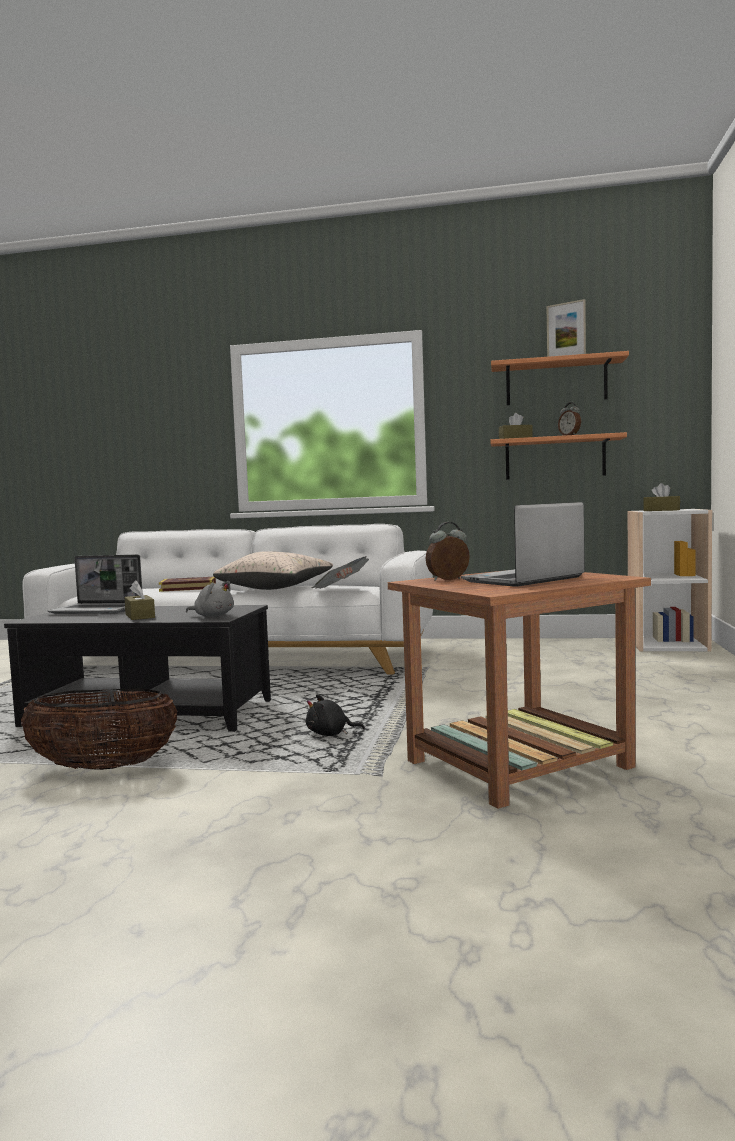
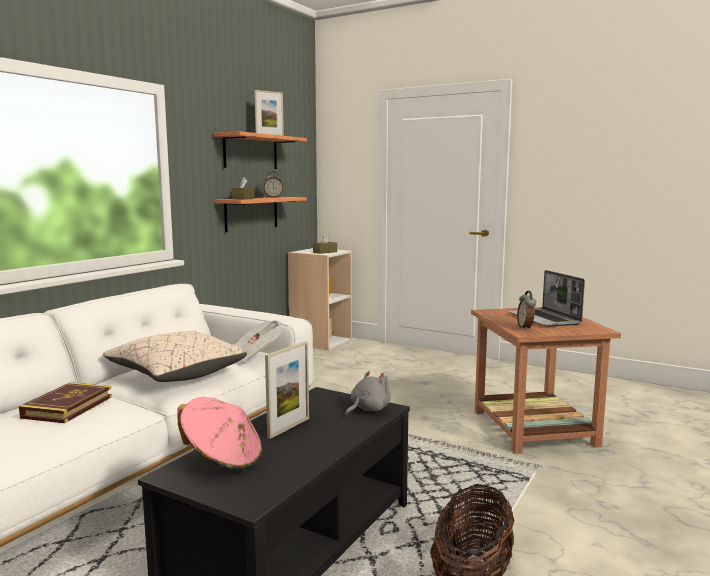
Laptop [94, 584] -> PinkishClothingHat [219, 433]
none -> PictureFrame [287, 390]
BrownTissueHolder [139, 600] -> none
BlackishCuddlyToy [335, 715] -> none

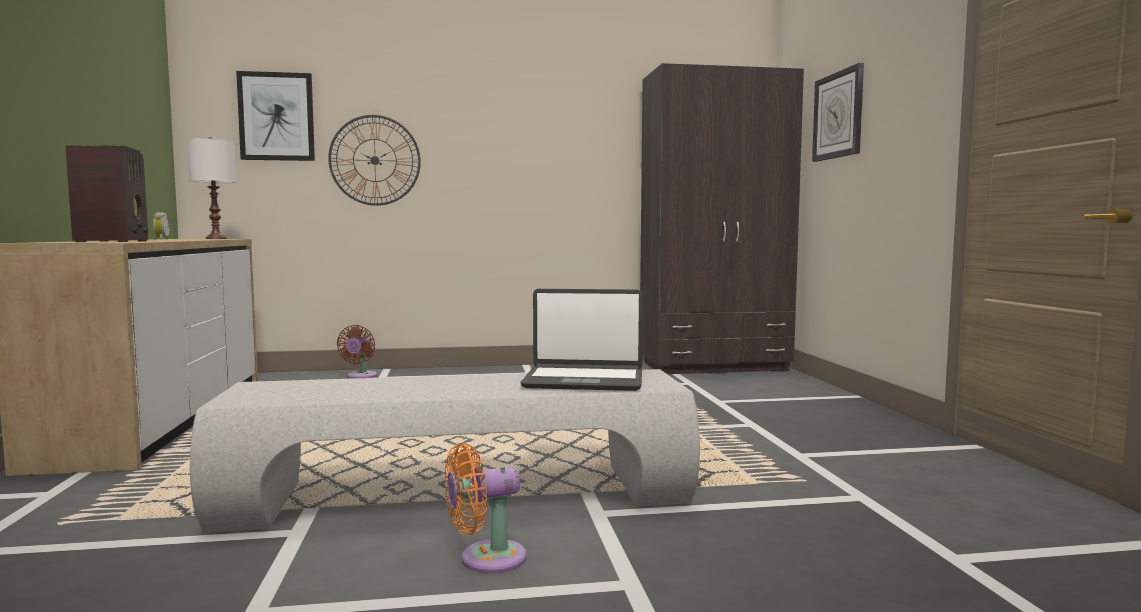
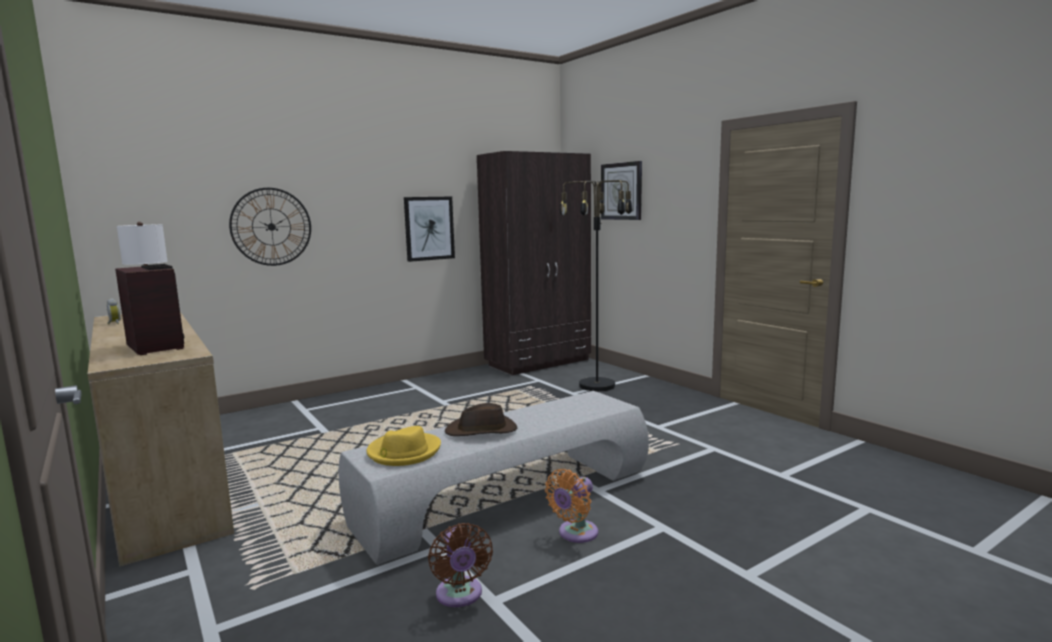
none -> YellowColouredClothingHat [403, 446]
WallArt [275, 116] -> WallArt [429, 229], moved
BrownFan [357, 352] -> BrownFan [460, 565], moved
none -> BrownClothingHat [480, 419]
none -> StandingLamp [596, 285]
Laptop [581, 340] -> none

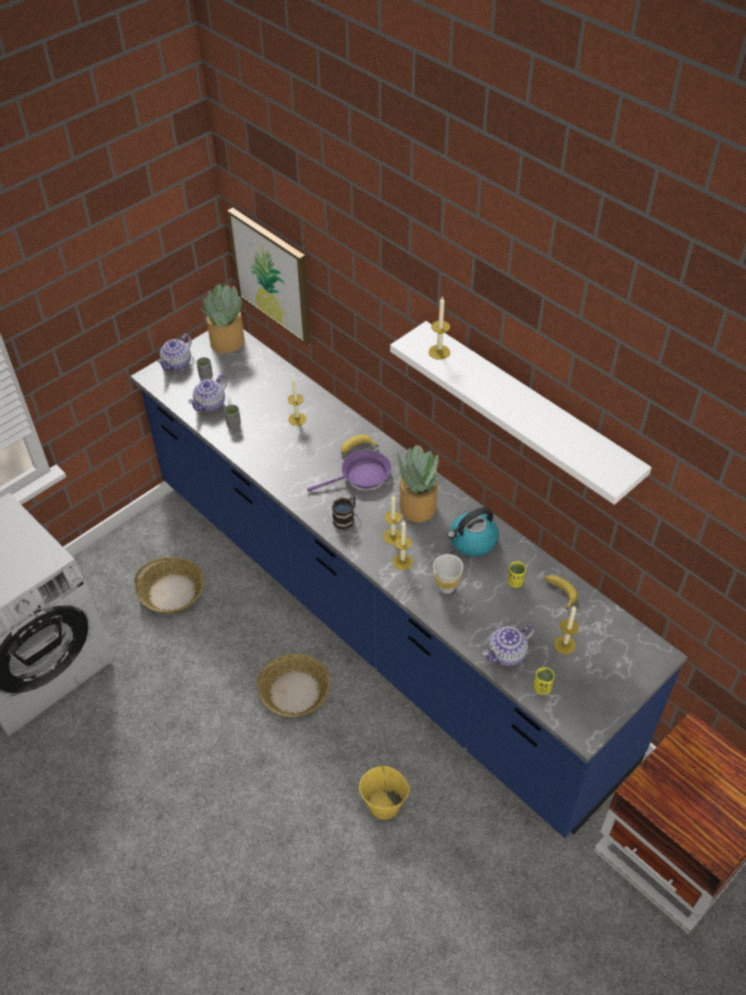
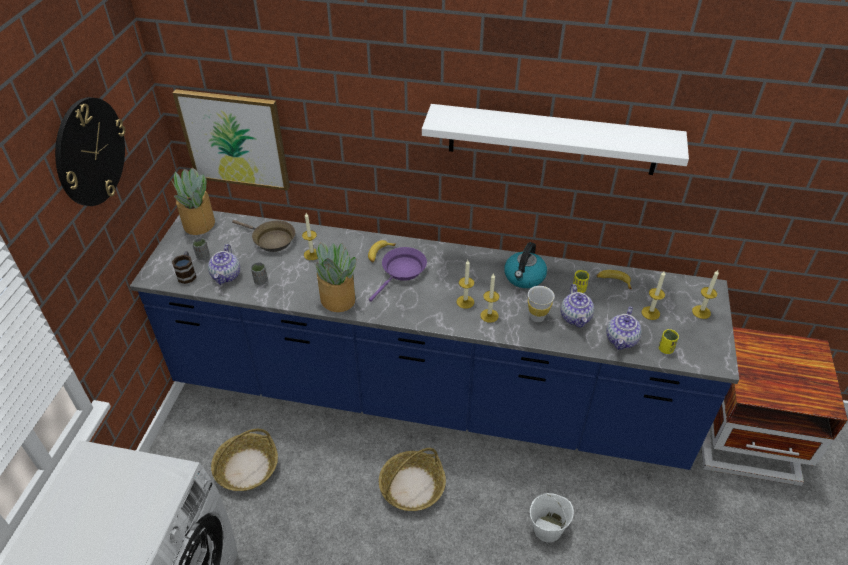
none -> ClockOnTheWall [90, 151]
Mug [344, 512] -> Mug [184, 267], moved
none -> BrownPan [263, 236]
PlantInAPot [418, 483] -> PlantInAPot [334, 277], moved
YellowColouredBucket [384, 792] -> WhitishBucket [552, 517]
PotForTea [174, 352] -> PotForTea [577, 306], moved
WaxLight [439, 328] -> WaxLight [705, 294], moved

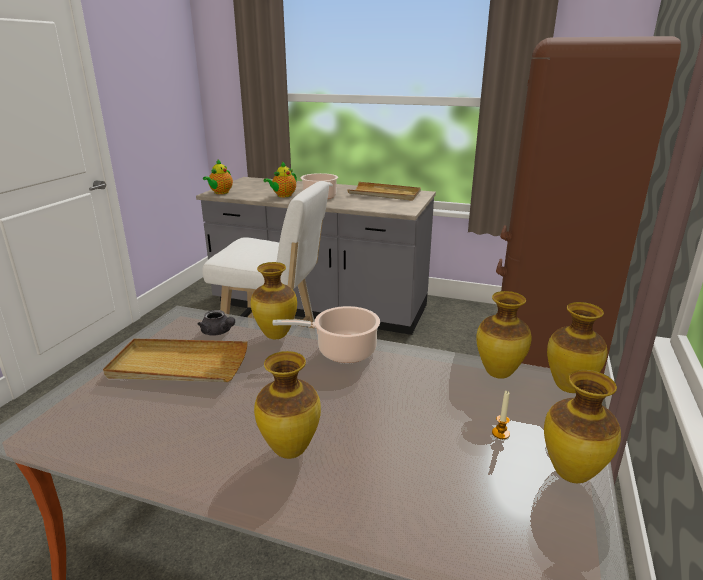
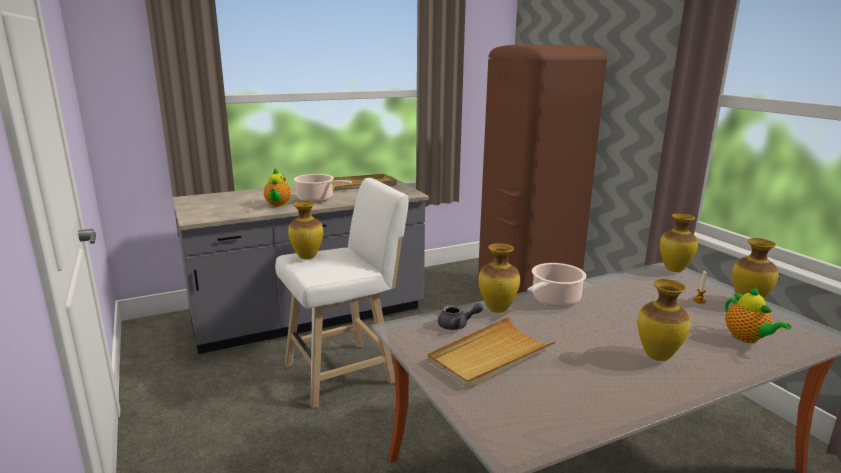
Vase [504, 335] -> Vase [305, 230], moved
PotForTea [218, 177] -> PotForTea [758, 315], moved

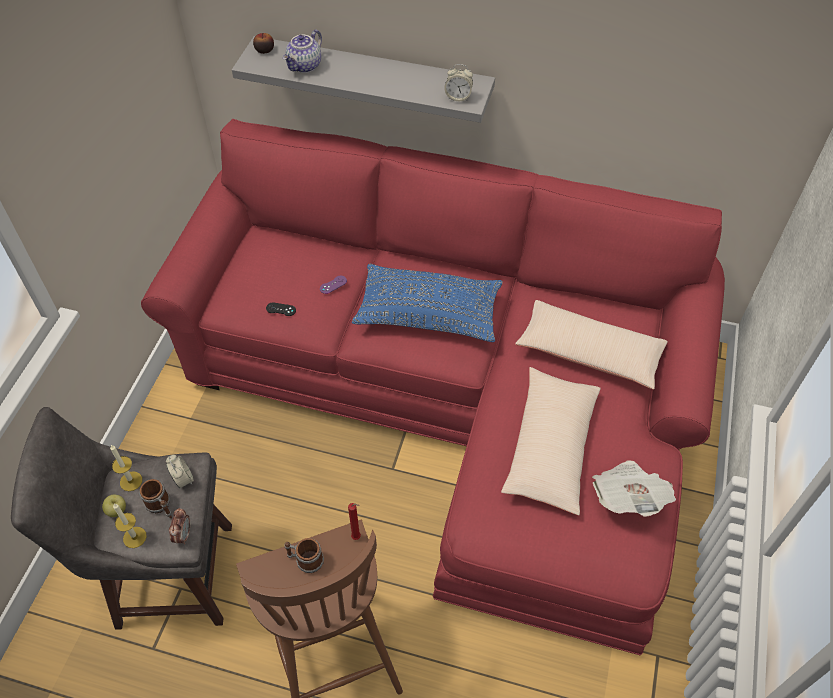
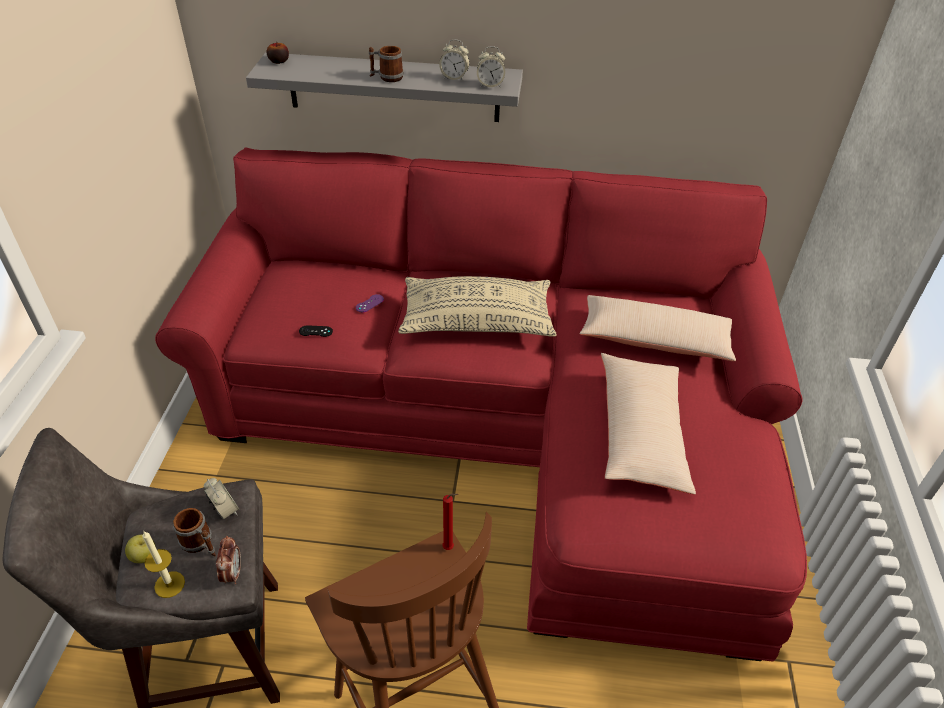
Mug [304, 555] -> Mug [386, 64], moved
BluishThrowPillow [427, 303] -> BeigeColouredThrowPillow [477, 306]
none -> AlarmClock [454, 60]
WaxLight [126, 468] -> none
PotForTea [302, 51] -> none
Newspaper [634, 488] -> none

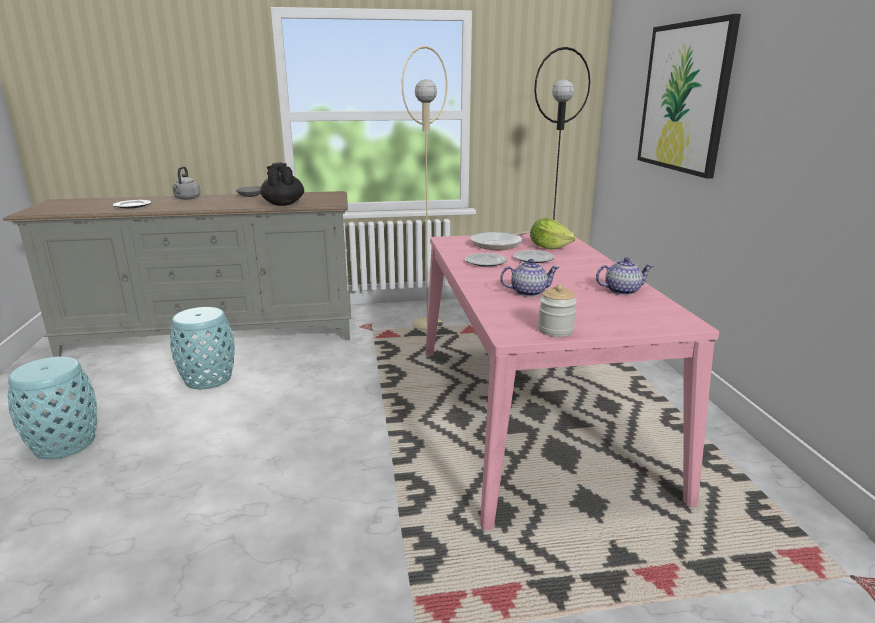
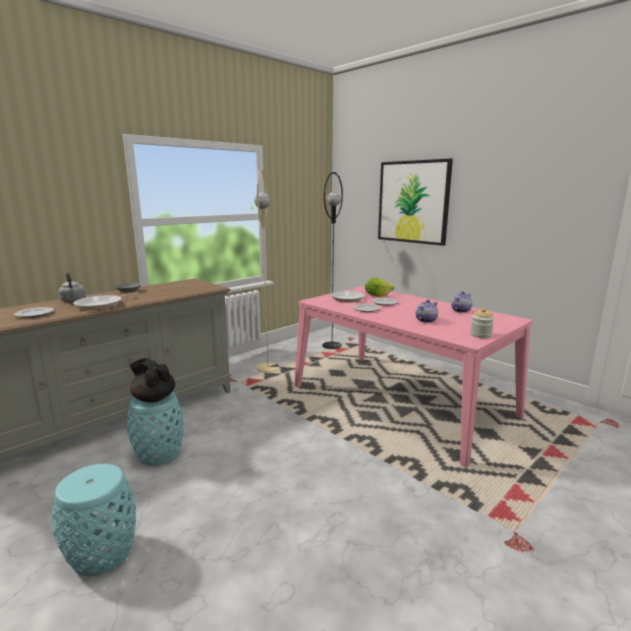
none -> Pan [105, 301]
BlackishPotForTea [282, 184] -> BlackishPotForTea [152, 380], moved

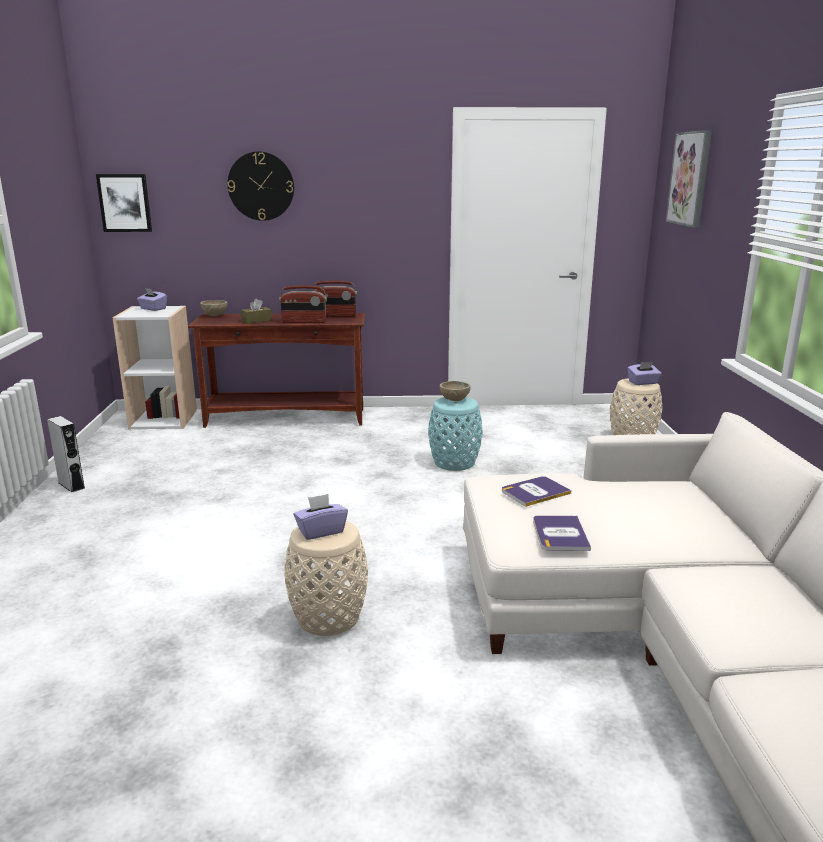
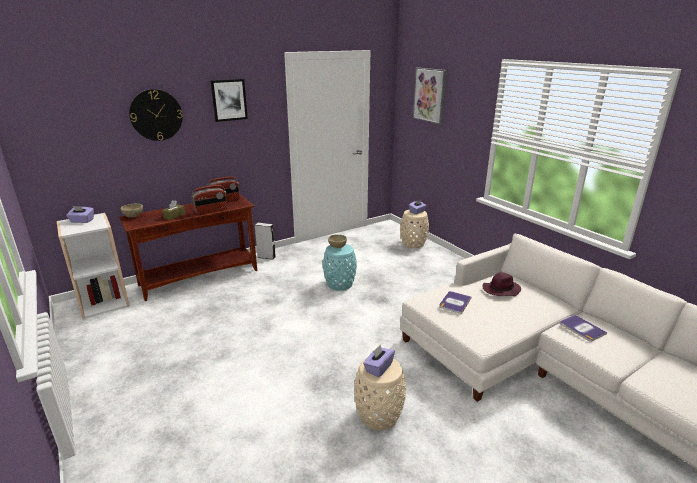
WallArt [124, 203] -> WallArt [229, 100], moved
GreySpeaker [66, 454] -> GreySpeaker [265, 241], moved
none -> PurplishClothingHat [501, 284]
BoundBook [562, 533] -> BoundBook [583, 328], moved

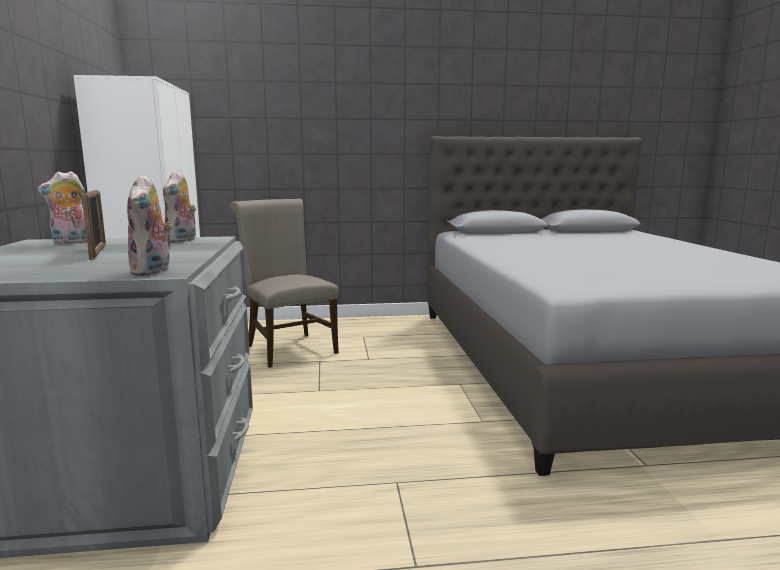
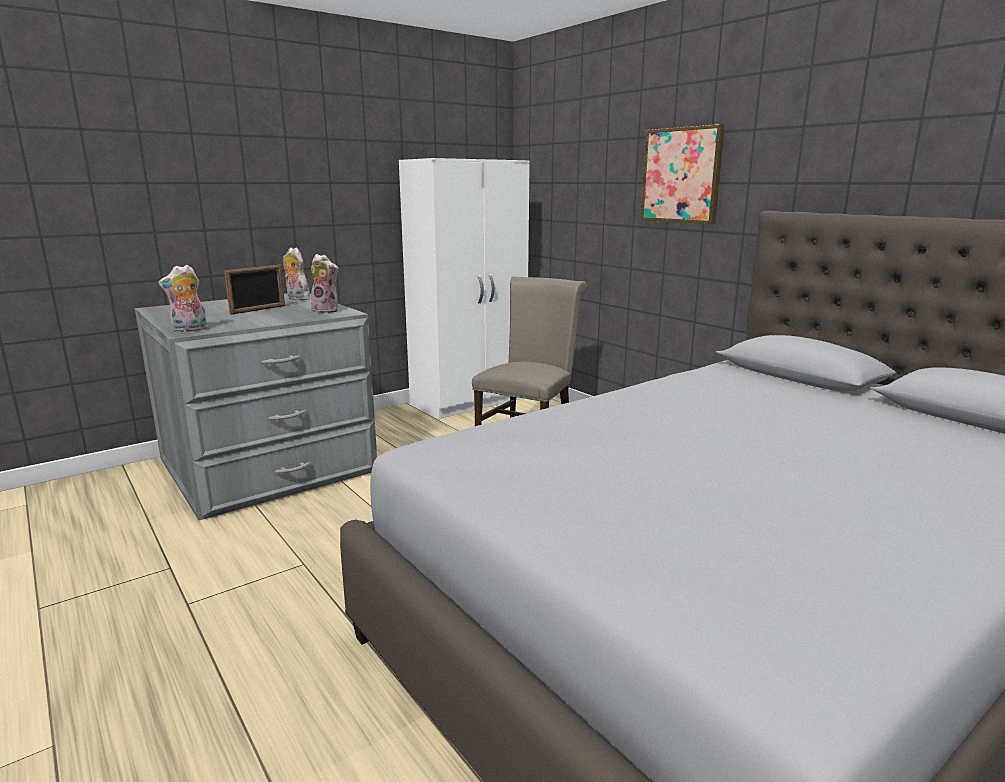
CuddlyToy [179, 207] -> CuddlyToy [325, 283], 135 degrees counterclockwise
none -> WallArt [682, 174]

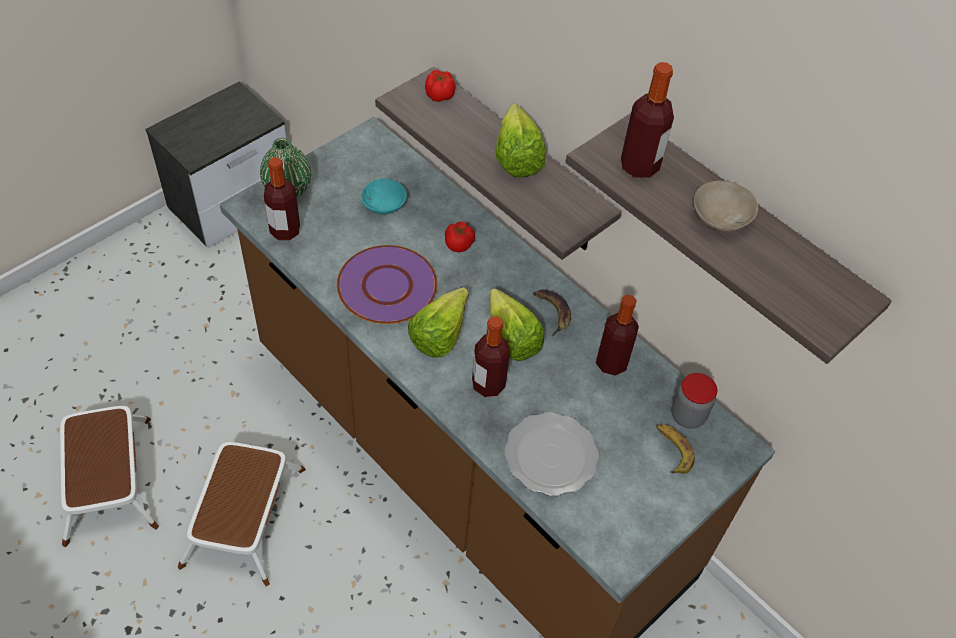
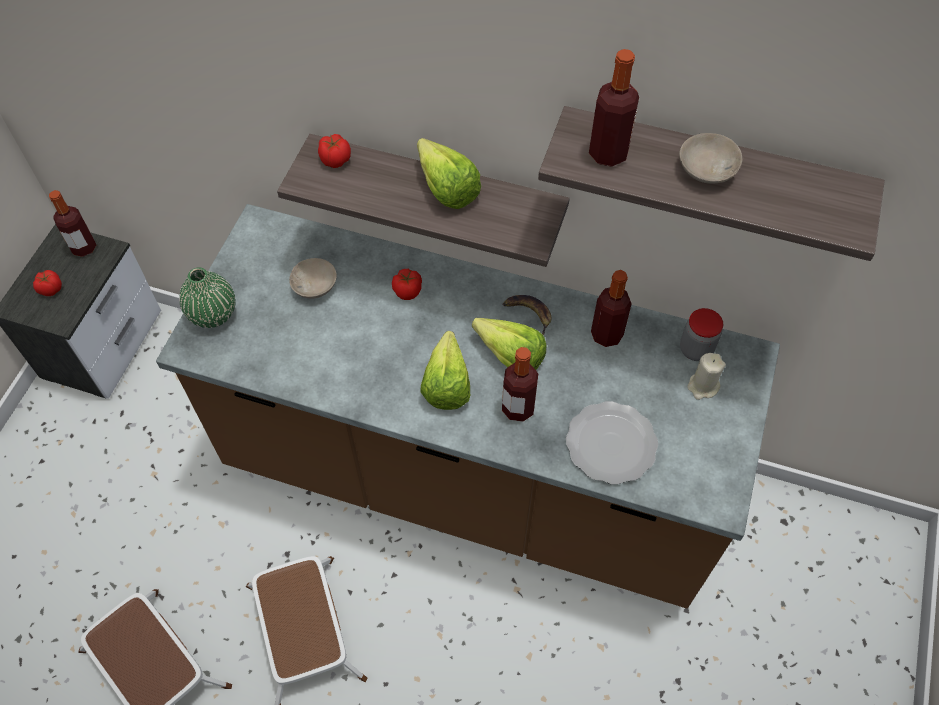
none -> Tomato [47, 283]
DrinkBottle [282, 198] -> DrinkBottle [72, 223], moved
TurquoiseBowl [384, 196] -> BeigeColouredBowl [313, 278]
BananaFruit [675, 449] -> BeigeColouredWaxLight [706, 376]
PurplishDinnerPlate [387, 284] -> none

